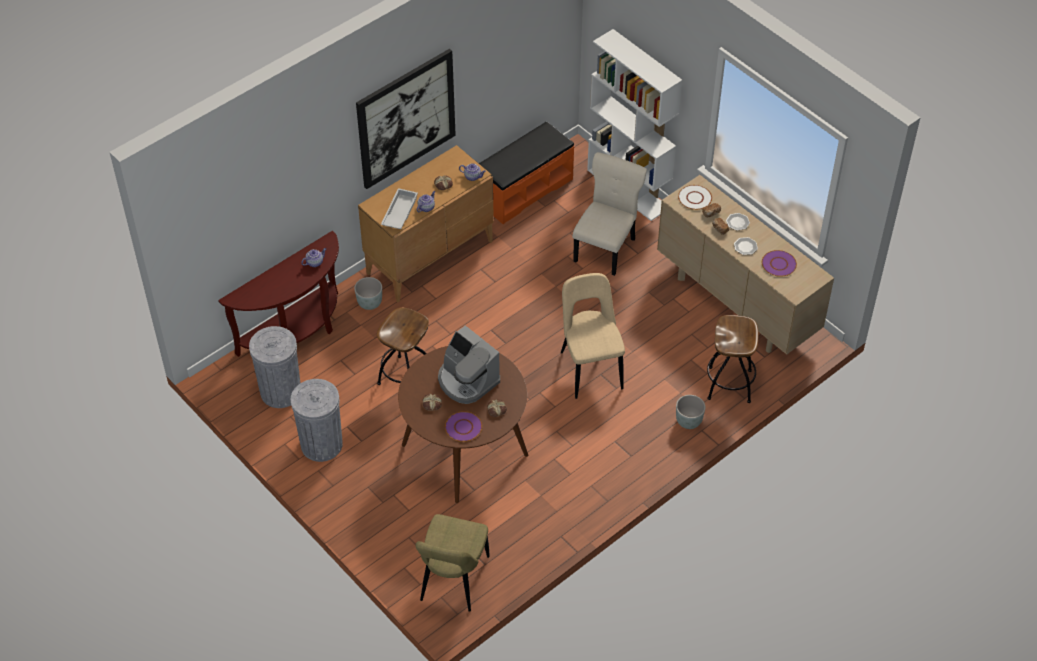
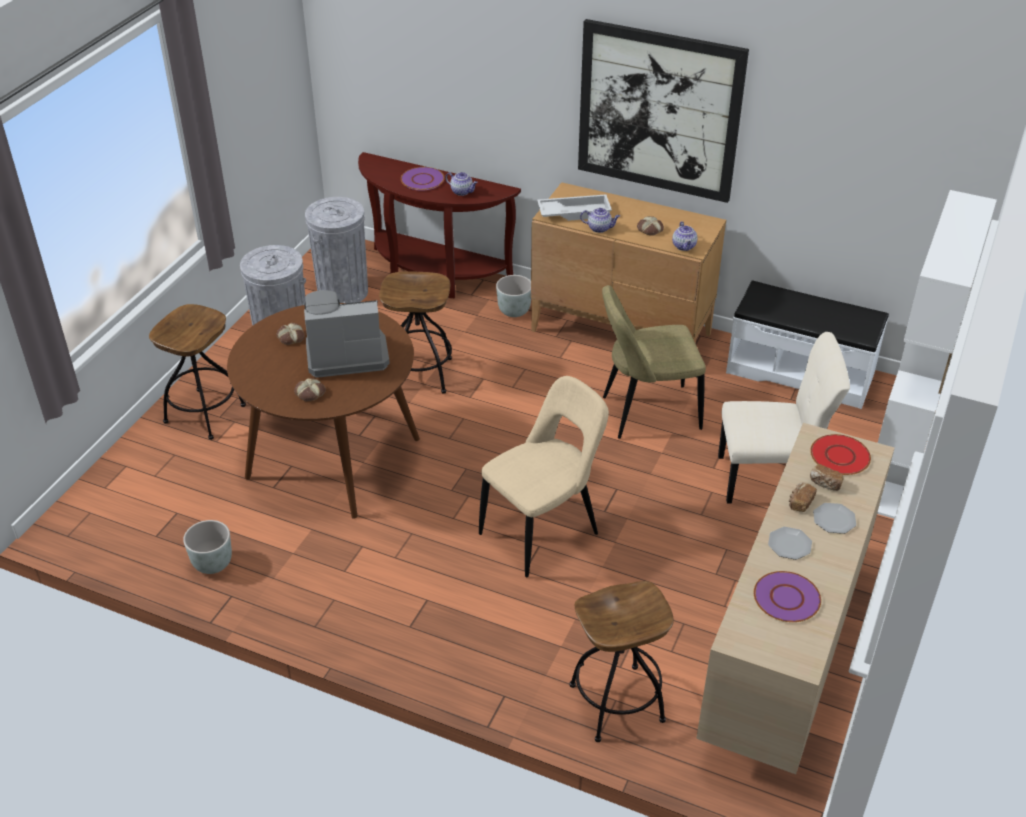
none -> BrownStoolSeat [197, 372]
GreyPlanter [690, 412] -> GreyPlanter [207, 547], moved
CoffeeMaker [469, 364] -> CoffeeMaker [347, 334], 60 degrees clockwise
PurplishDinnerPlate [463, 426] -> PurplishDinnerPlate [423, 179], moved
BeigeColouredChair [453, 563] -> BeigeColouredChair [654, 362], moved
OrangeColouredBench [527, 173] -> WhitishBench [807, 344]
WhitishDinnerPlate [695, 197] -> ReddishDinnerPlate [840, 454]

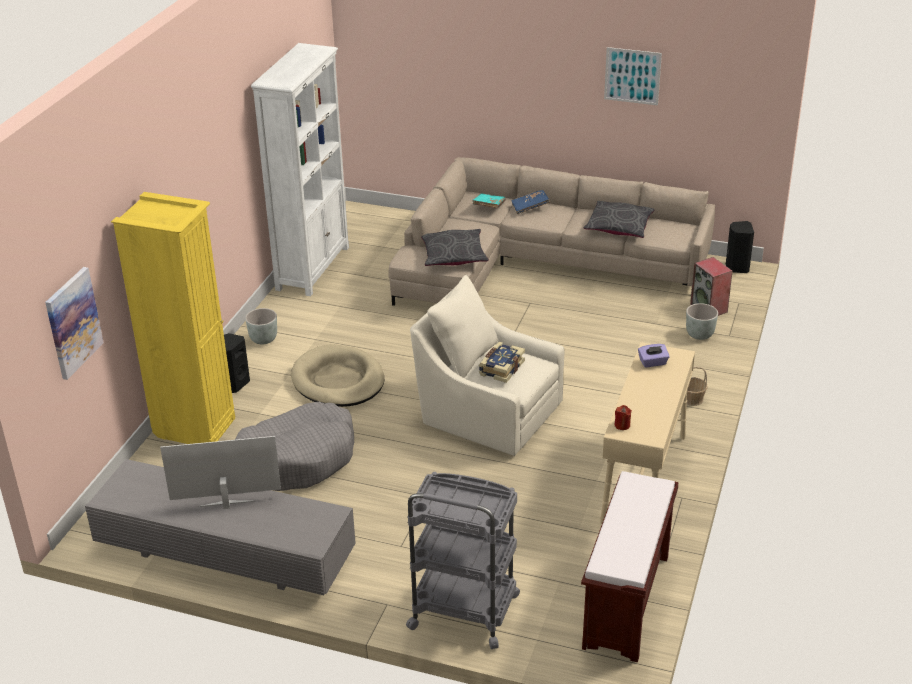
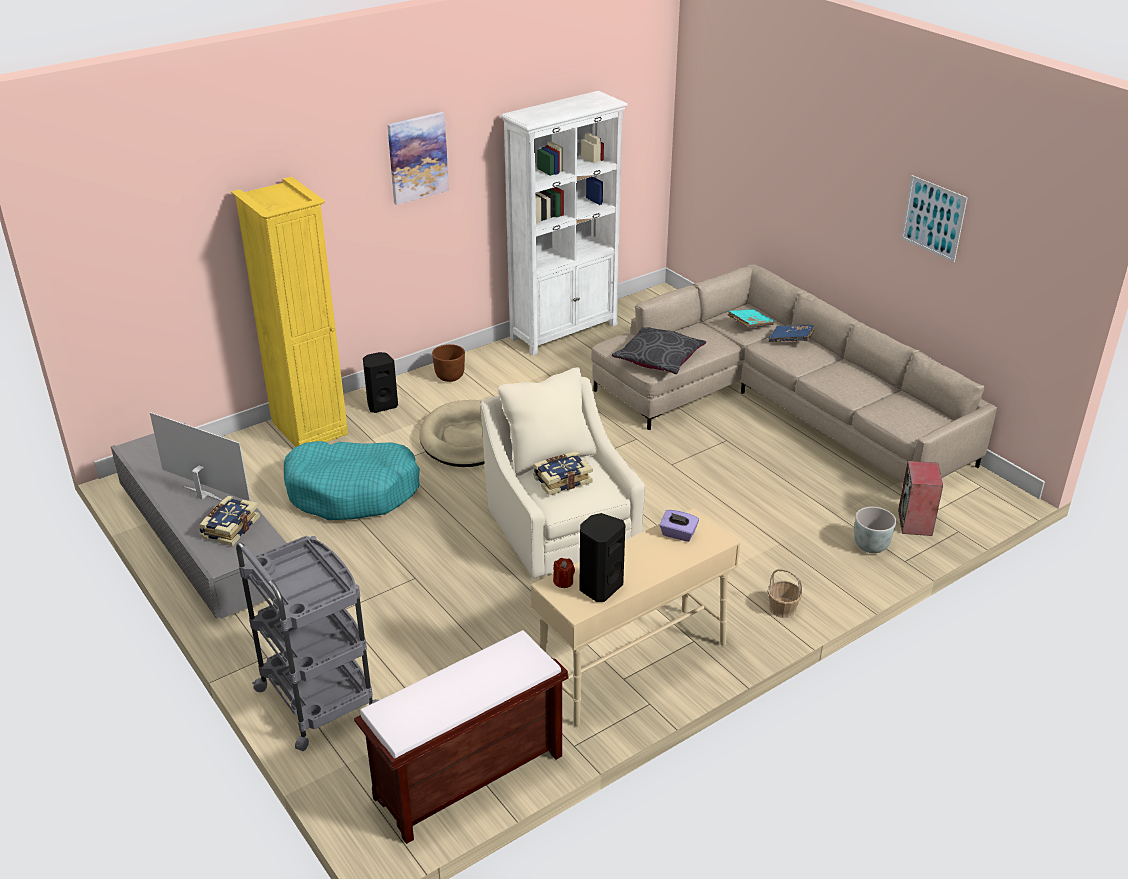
none -> BoundBook [229, 521]
GreyDogCushion [294, 446] -> TurquoiseDogCushion [352, 480]
WallArt [74, 323] -> WallArt [418, 158], moved
GreyPlanter [261, 326] -> BrownPlanter [448, 363]
BlackishSpeaker [740, 247] -> BlackishSpeaker [602, 557], moved
GreyThrowPillow [618, 219] -> none

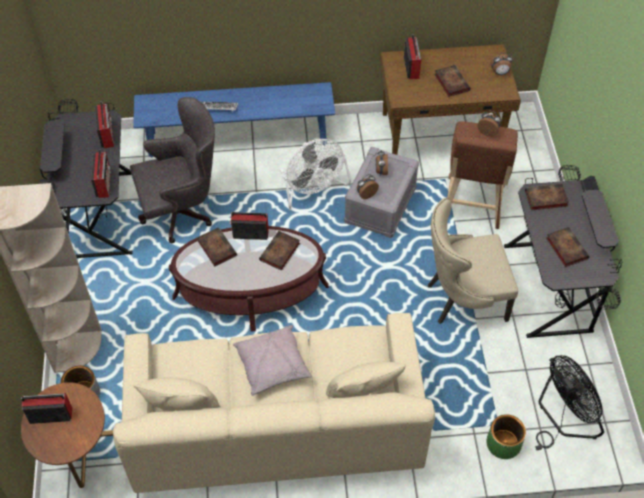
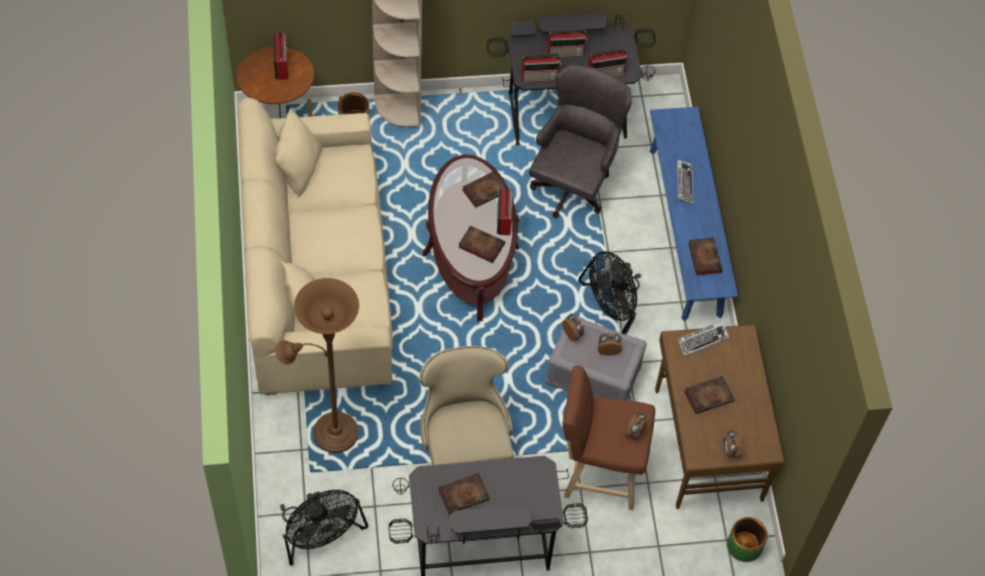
none -> BrownStandingLamp [317, 365]
GreyDeskChair [172, 170] -> GreyDeskChair [580, 141], 135 degrees counterclockwise
RadioSet [412, 56] -> RadioSet [567, 43], moved
WhitishFan [315, 174] -> BlackishFan [610, 293]
none -> ComputerKeyboard [703, 338]
BoundBook [547, 197] -> BoundBook [705, 256], moved
GreenPlanter [506, 436] -> GreenPlanter [747, 539], moved
PurplishThrowPillow [272, 360] -> none

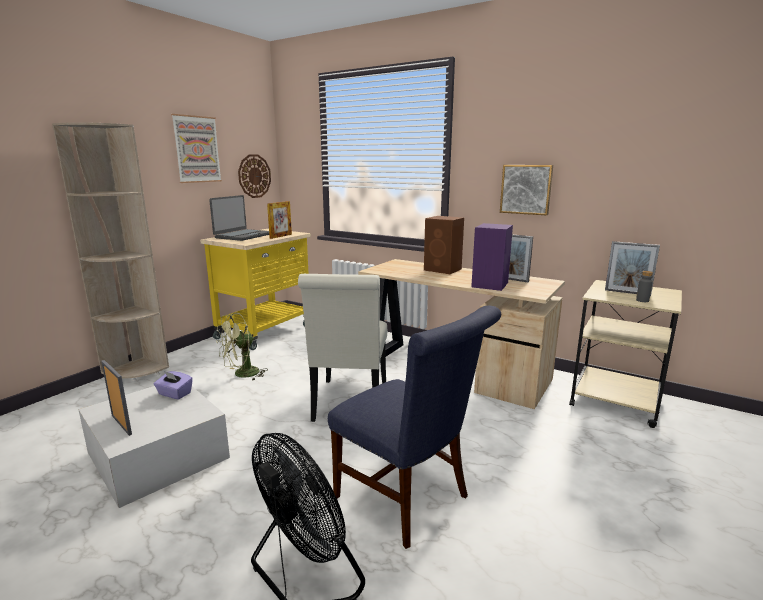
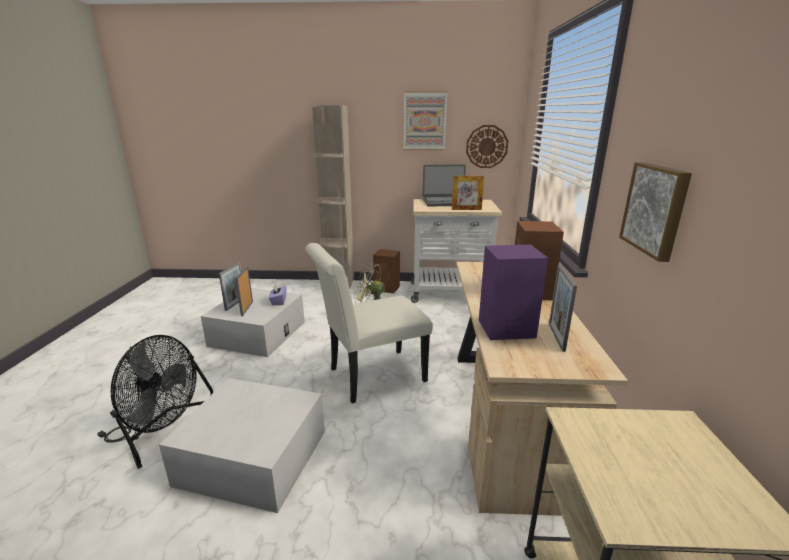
BluishChair [414, 427] -> WhitishStorageBin [242, 445]
PictureFrame [632, 268] -> PictureFrame [244, 291], moved
none -> BrownSpeaker [386, 271]
YellowColouredCart [255, 289] -> WhitishCart [456, 251]
GreyDrinkBottle [644, 286] -> none

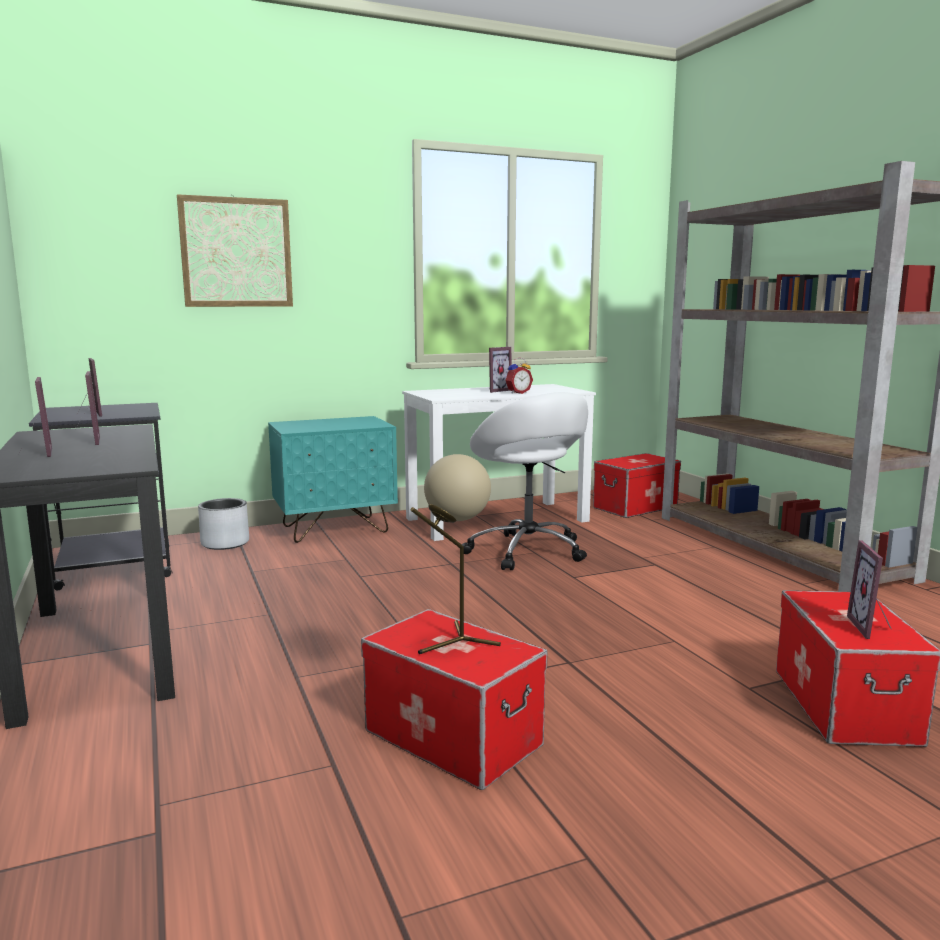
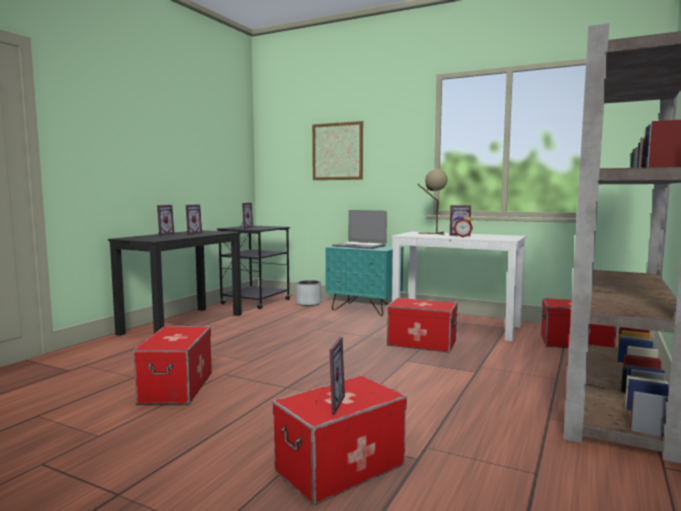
PictureFrame [869, 589] -> PictureFrame [331, 376], 135 degrees clockwise
none -> Laptop [359, 229]
WhitishDeskChair [525, 481] -> StorageBin [422, 325]
BeigeColouredTableLamp [455, 554] -> BeigeColouredTableLamp [432, 202], moved

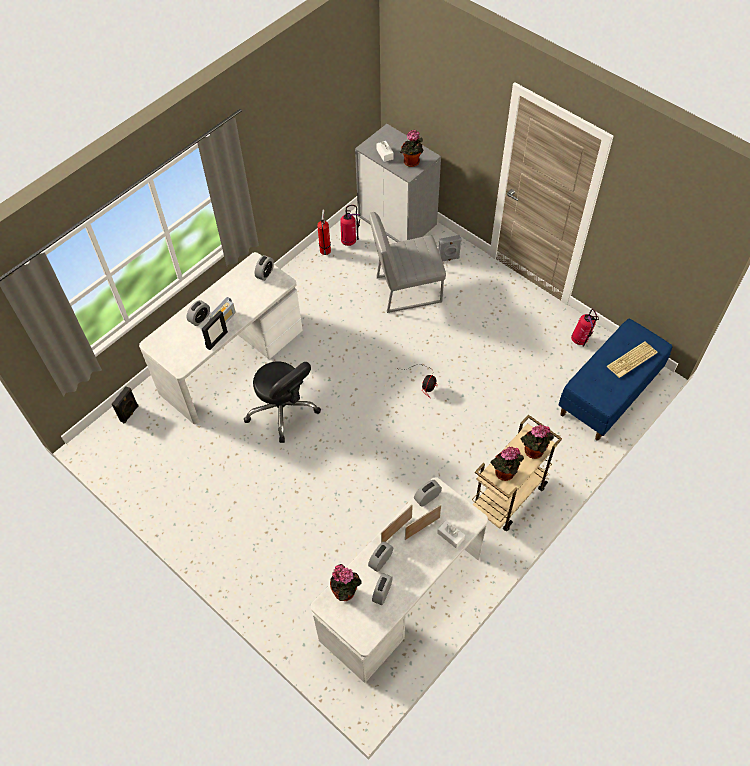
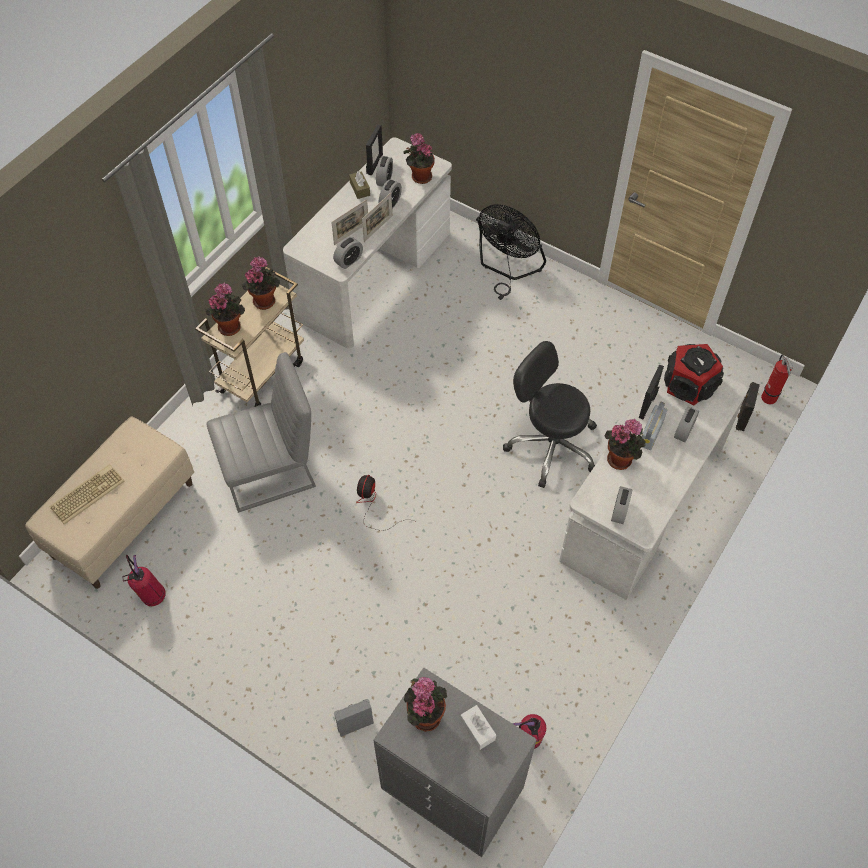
BluishBench [615, 379] -> BeigeColouredBench [109, 502]
GreyChair [407, 262] -> GreyChair [261, 432], moved
none -> BrownTissueHolder [359, 185]
none -> PictureFrame [374, 149]
none -> BlackishFan [511, 252]
none -> PlantInAPot [625, 444]
none -> Speaker [694, 374]
Extinguisher [324, 232] -> Extinguisher [777, 379], moved
WhitishTissueHolder [451, 534] -> none

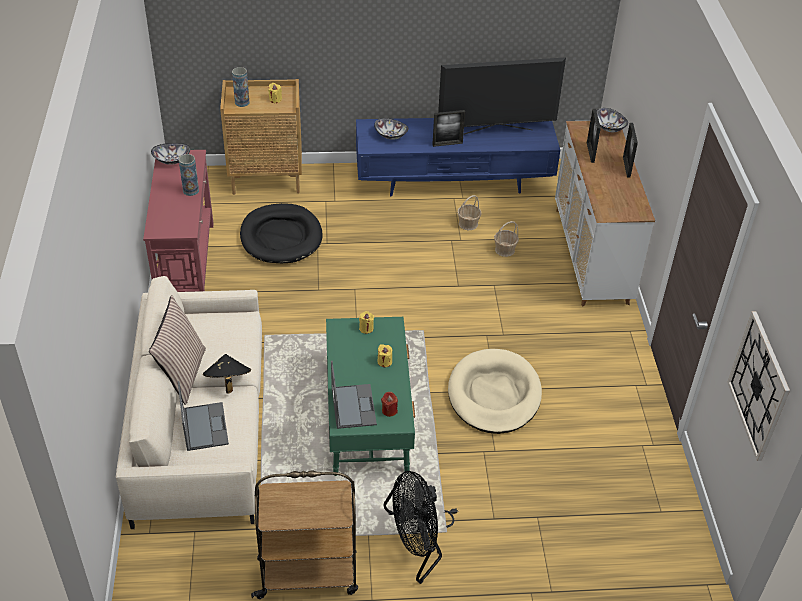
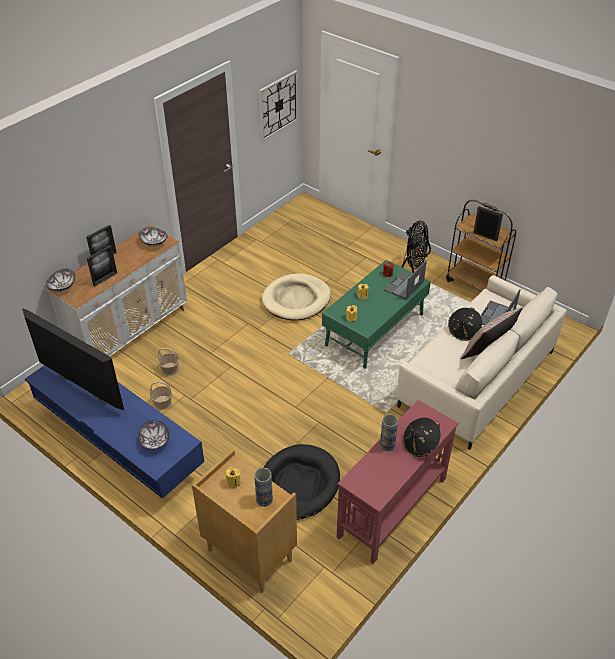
Bowl [170, 154] -> Bowl [153, 236], moved
none -> BlackishClothingHat [422, 437]
PictureFrame [448, 128] -> PictureFrame [488, 223], moved

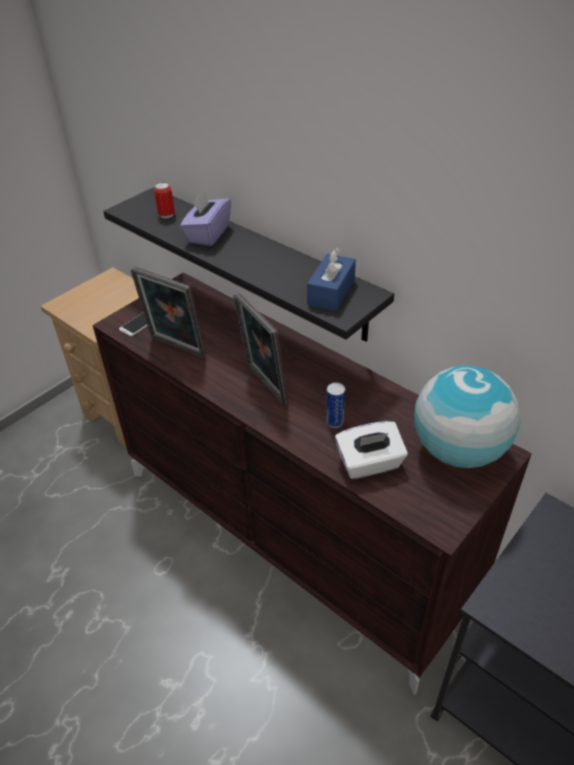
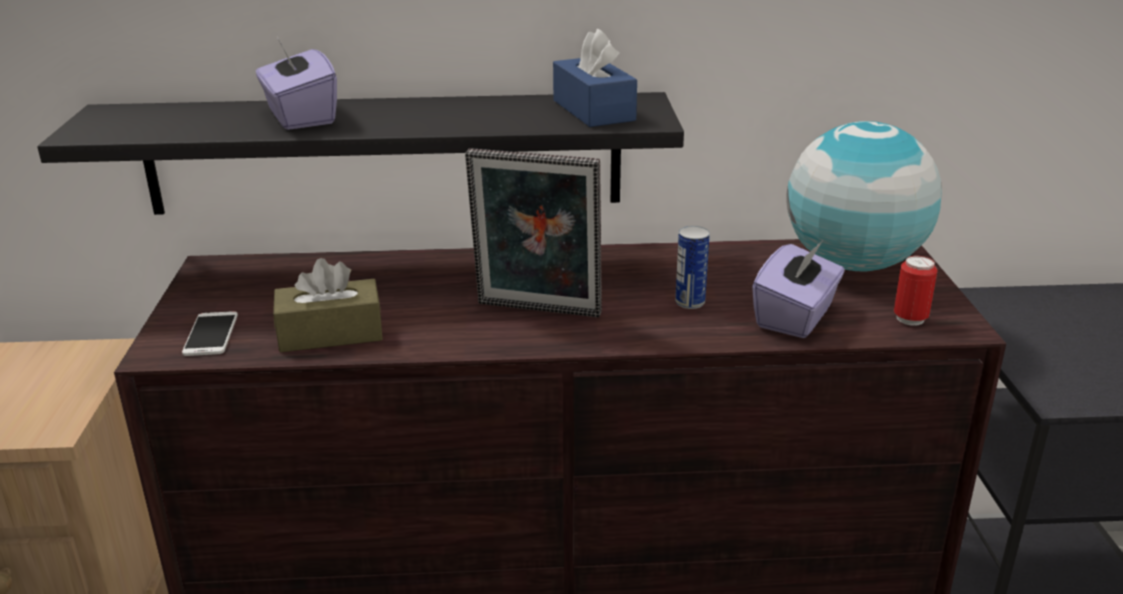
PictureFrame [168, 312] -> BrownTissueHolder [328, 305]
WhitishTissueHolder [371, 450] -> PurplishTissueHolder [798, 289]
MetalCan [164, 200] -> MetalCan [916, 291], moved

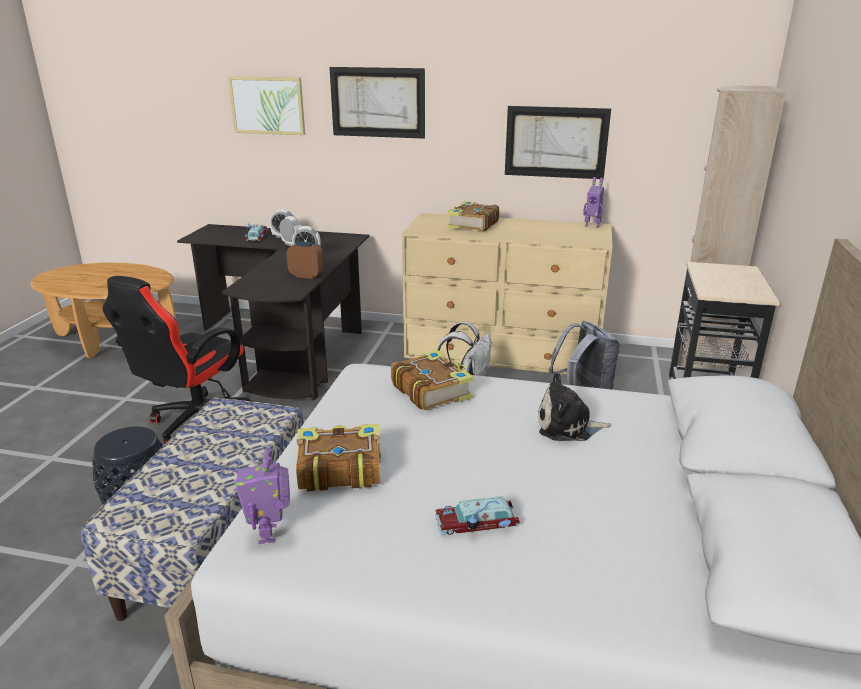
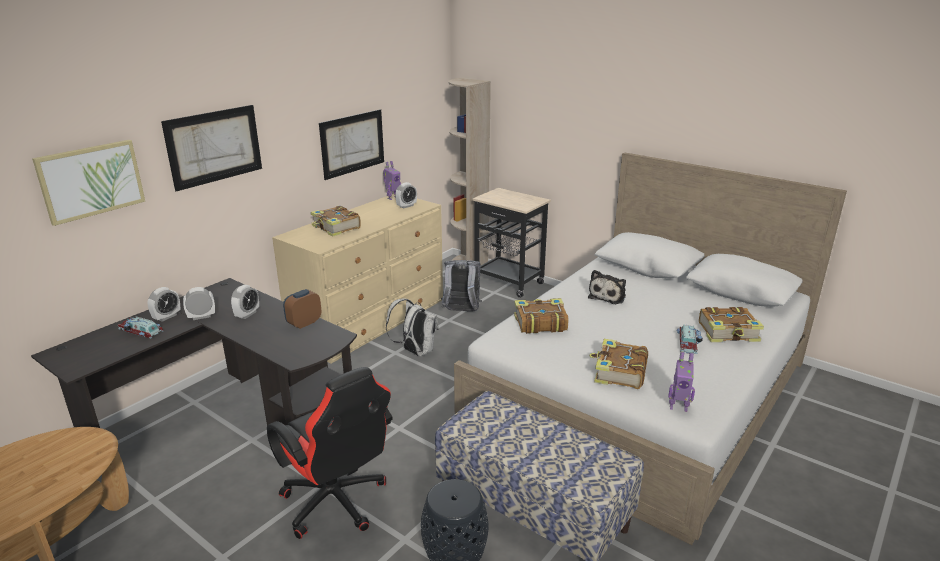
none -> AlarmClock [406, 195]
none -> BoundBook [731, 324]

